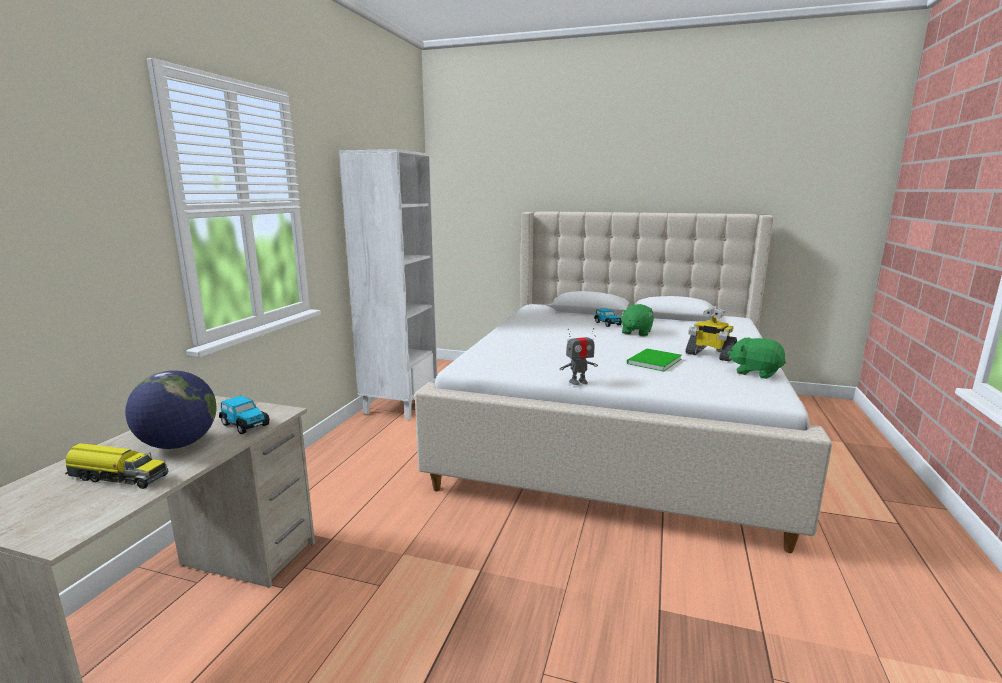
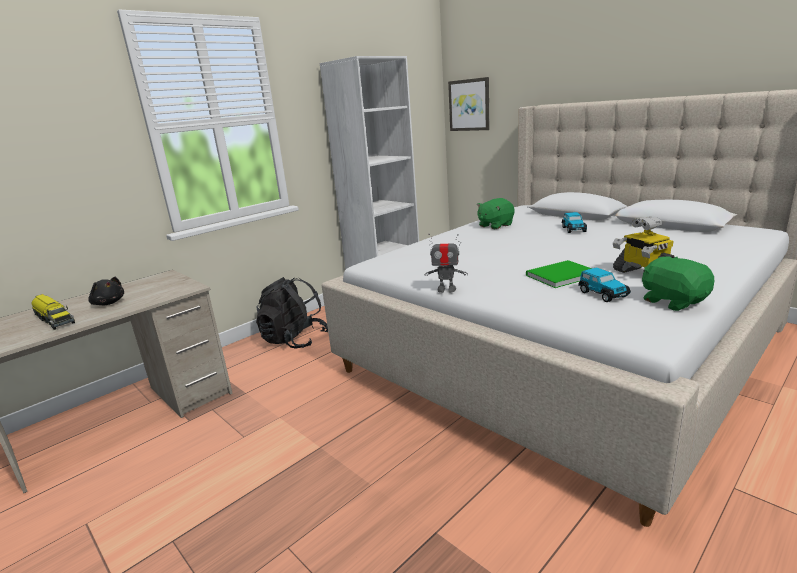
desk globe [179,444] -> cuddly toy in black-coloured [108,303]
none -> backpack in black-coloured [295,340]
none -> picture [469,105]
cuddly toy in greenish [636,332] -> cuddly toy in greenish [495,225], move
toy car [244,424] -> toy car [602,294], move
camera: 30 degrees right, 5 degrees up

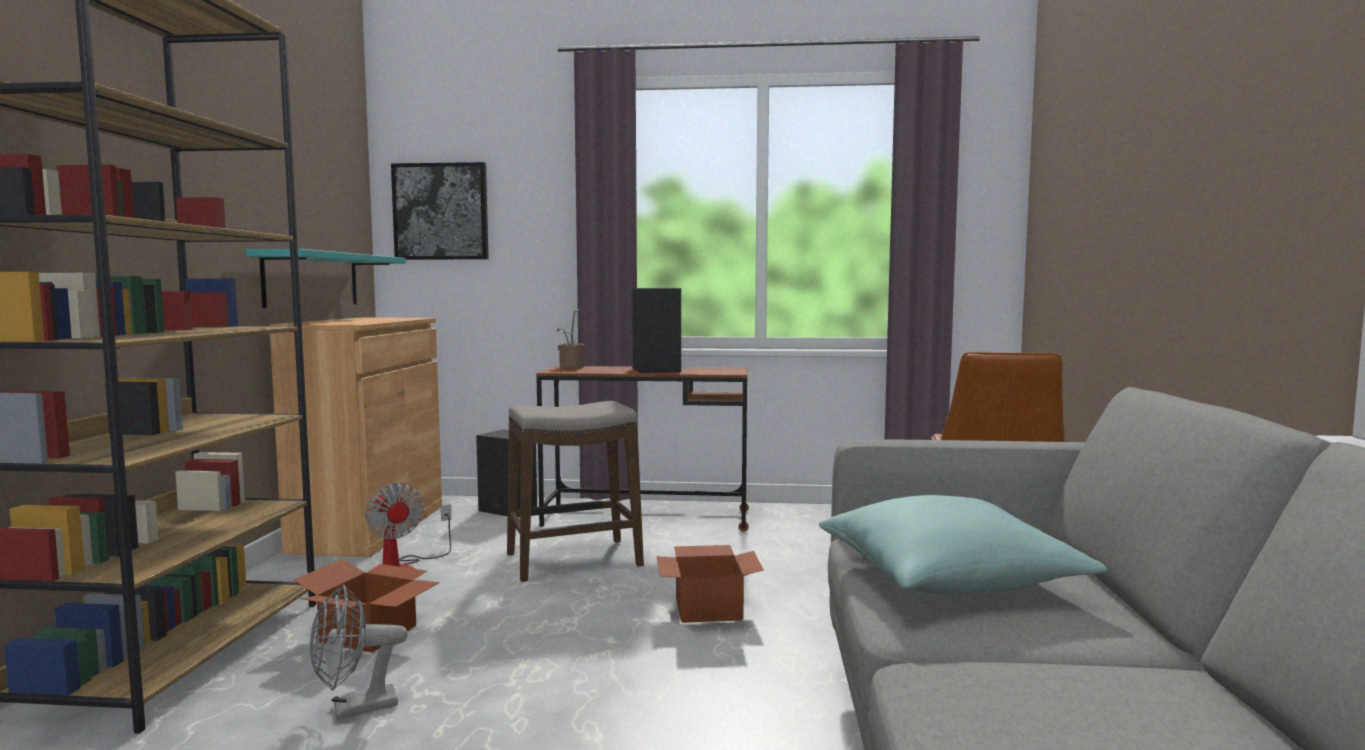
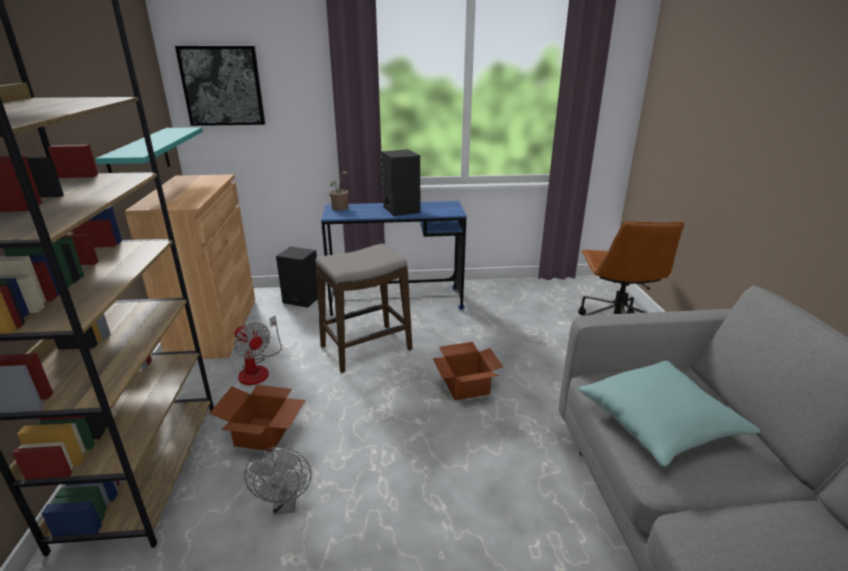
cooling fan in greyish [354,709] -> cooling fan in greyish [286,504], 60 degrees counterclockwise
desk in brownish [646,518] -> desk in blue [396,301]
camera: 10 degrees left, 20 degrees up

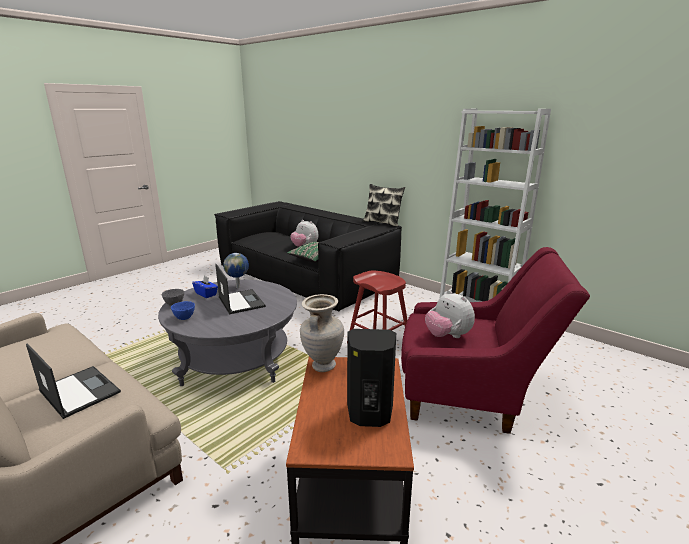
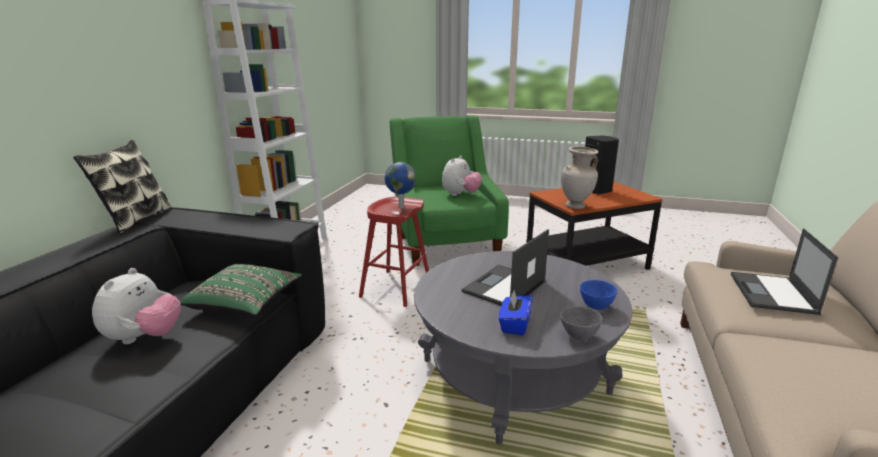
desk globe [238,287] -> desk globe [400,207], move
easy chair in red [471,395] -> easy chair in greenish [446,242]
camera: 115 degrees left, 0 degrees up

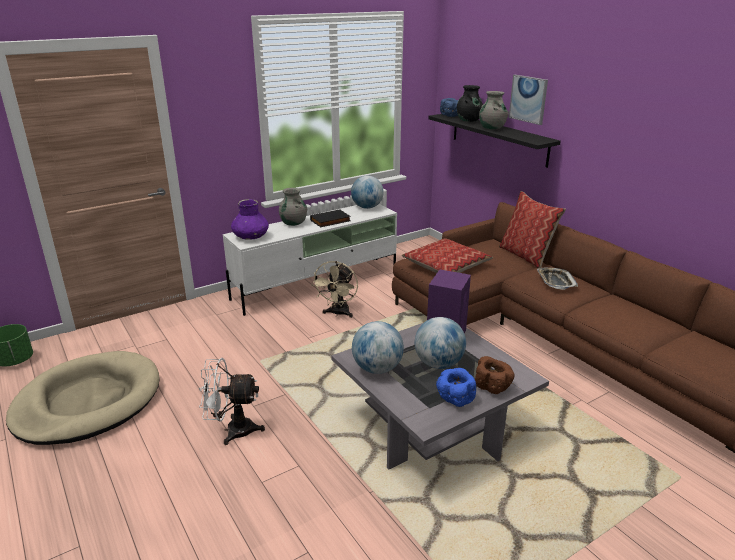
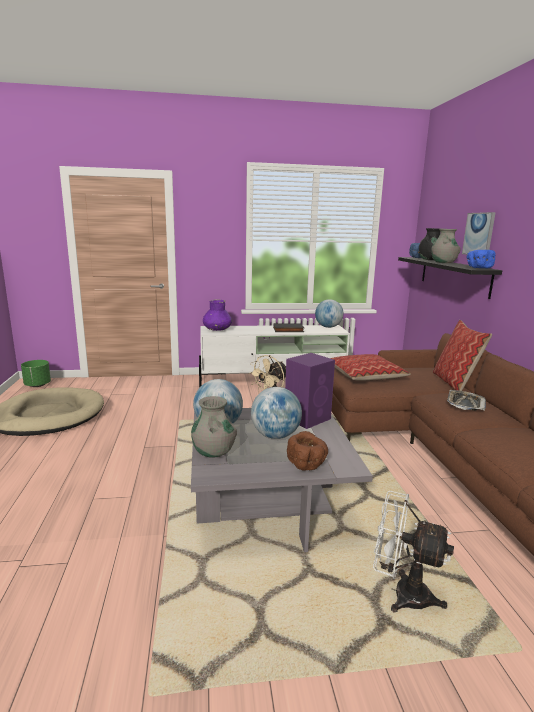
flower vase in greyish [293,223] -> flower vase in greyish [213,452], move
cooling fan in whitish [232,430] -> cooling fan in whitish [401,593], move
deep dish in blue [454,399] -> deep dish in blue [478,268], move
camera: 25 degrees right, 10 degrees down

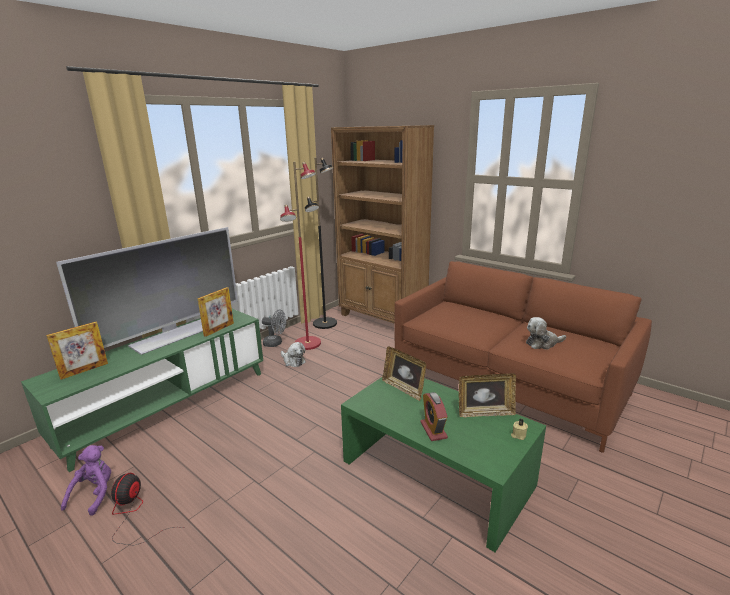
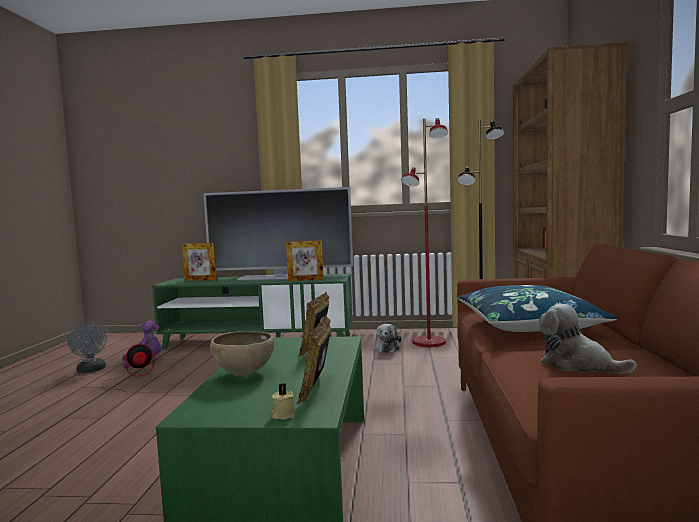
cooling fan in greyish [275,343] -> cooling fan in greyish [91,370], move
bedside clock [433,430] -> deep dish in brownish [244,374]
photo frame [485,413] -> photo frame [317,388], 45 degrees clockwise
none -> throw pillow in blue [528,325]
camera: 55 degrees right, 15 degrees down

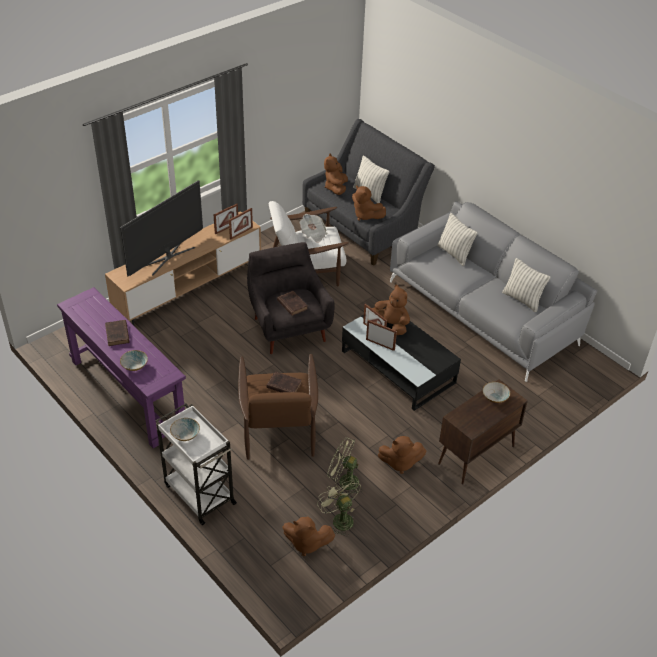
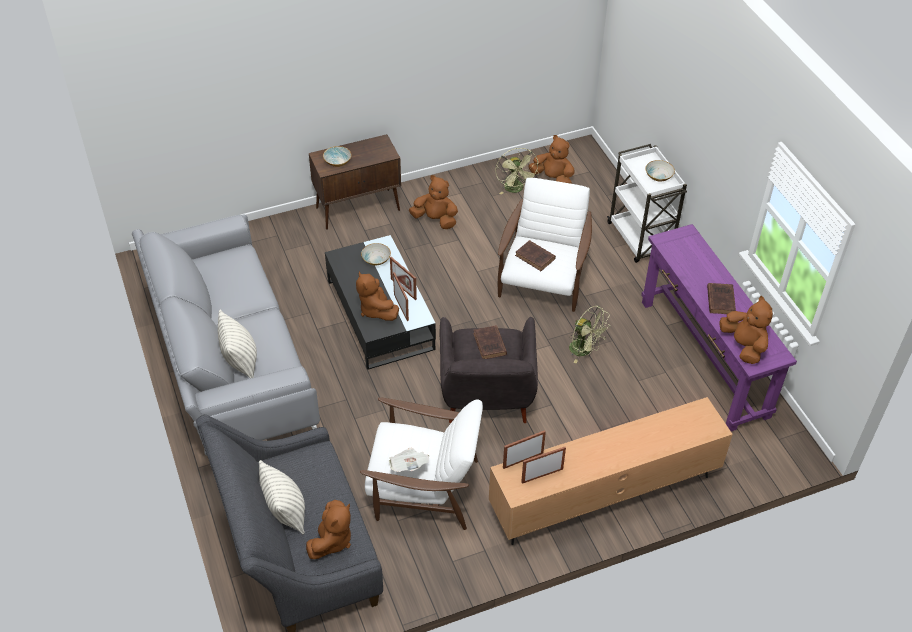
deep dish [135,365] -> deep dish [375,259], move
easy chair in brownish [278,428] -> easy chair in whitish [543,280]
cooling fan in greenish [344,481] -> cooling fan in greenish [585,350], move
cuddly toy in brownish [365,215] -> cuddly toy in brownish [743,346], move
TV [167,257] -> none
throw pillow [522,300] -> none
camera: 160 degrees left, 5 degrees up

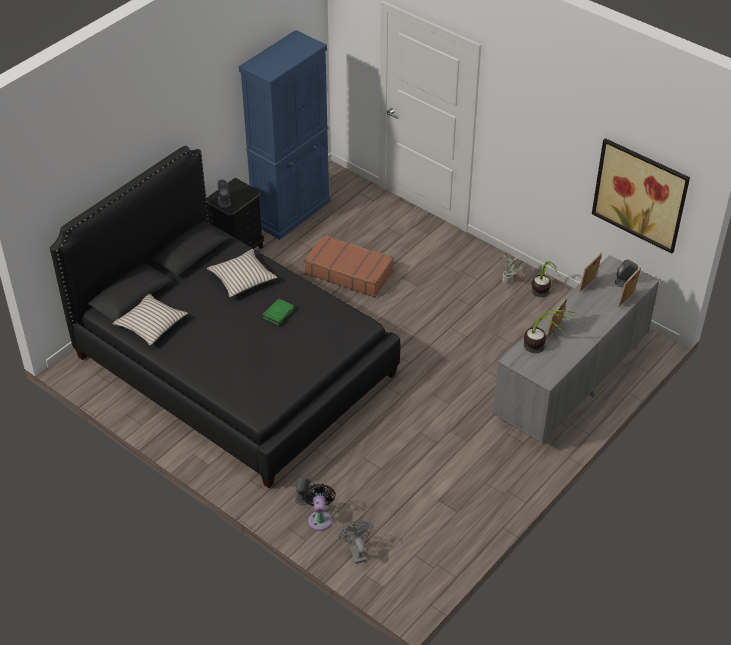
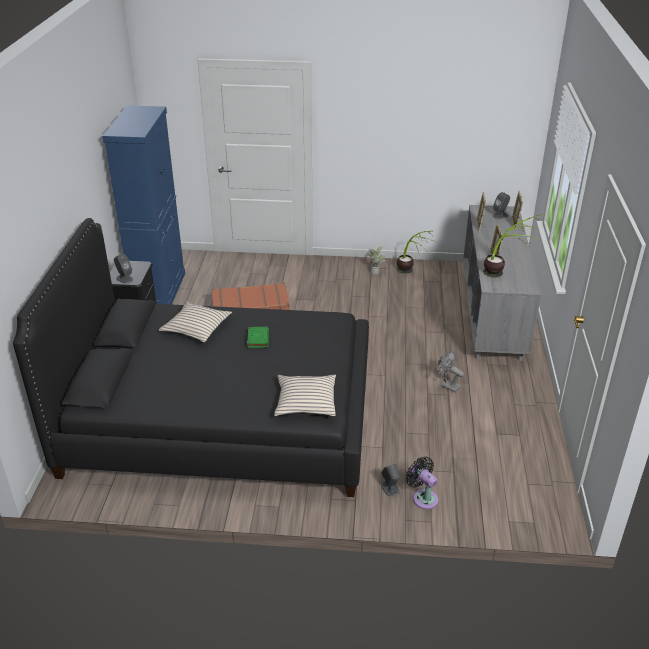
throw pillow in sand-coloured [150,324] -> throw pillow in sand-coloured [305,402], move
cooling fan in greyish [356,551] -> cooling fan in greyish [446,385], move
picture [640,195] -> none
camera: 35 degrees left, 10 degrees down

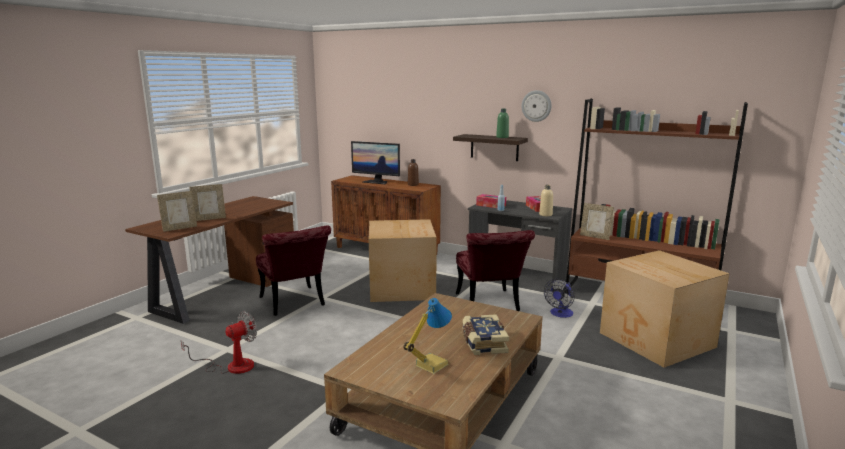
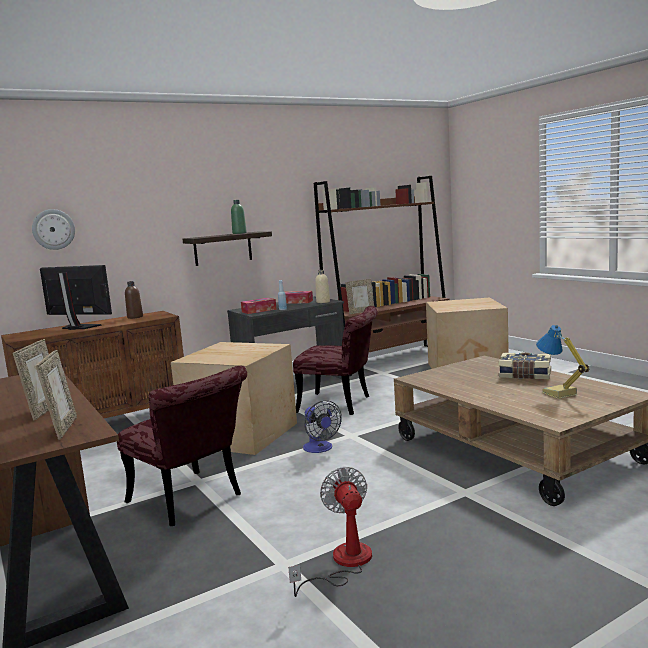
wall clock [536,106] -> wall clock [53,229], move
computer display [376,182] -> computer display [78,327], 120 degrees counterclockwise
chair in red [295,304] -> chair in red [191,501], 45 degrees clockwise
cooling fan [560,314] -> cooling fan [320,449], move
camera: 60 degrees left, 5 degrees down

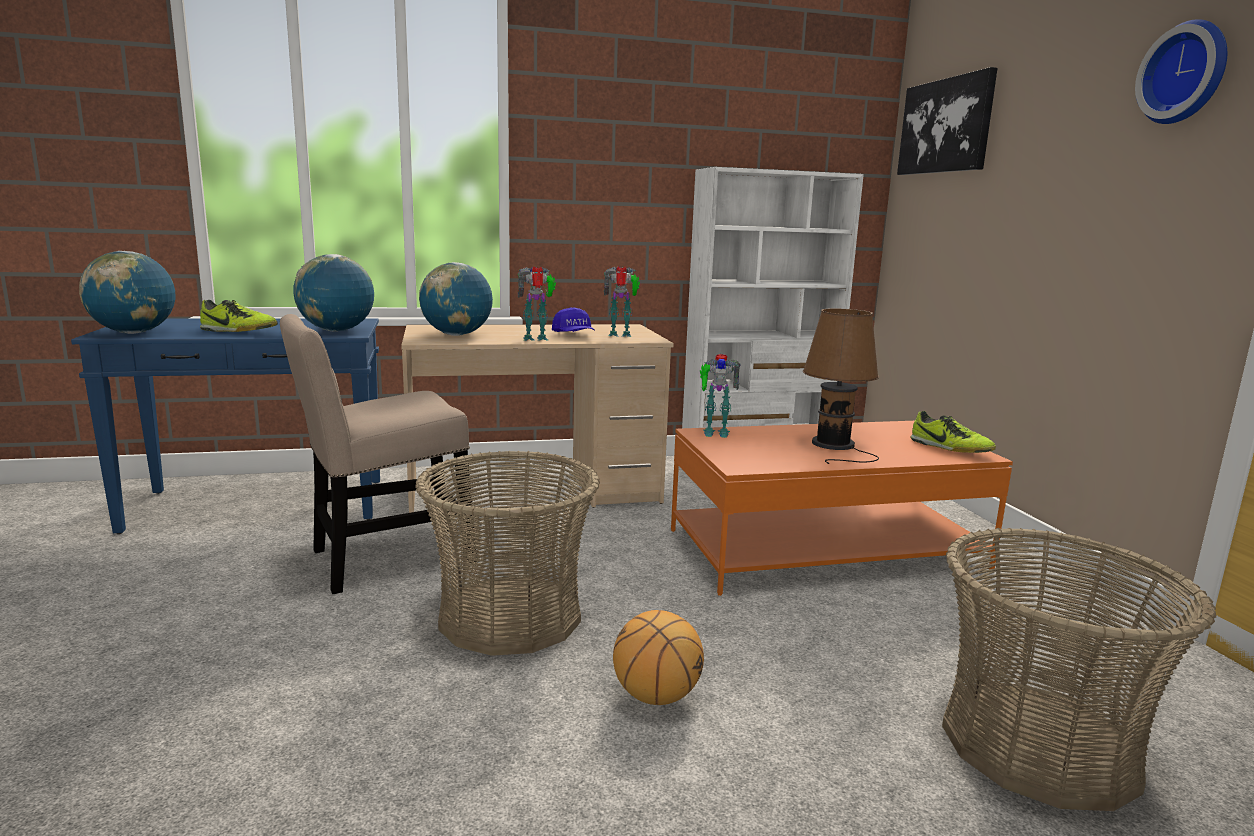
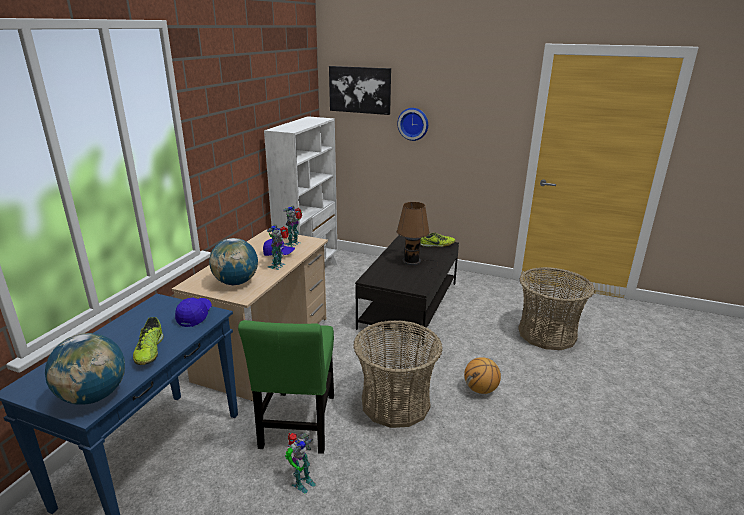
item of footwear [238,332] -> item of footwear [149,351], 120 degrees clockwise
desk globe [337,331] -> baseball cap in blue [194,316]
chair in sand-coloured [384,559] -> chair in greenish [298,425]
toy robot [714,432] -> toy robot [301,483], move
lounge table in orange-coloured [824,550] -> lounge table in black-coloured [409,305]
wall clock [1187,73] -> wall clock [413,123], move
camera: 55 degrees left, 10 degrees up

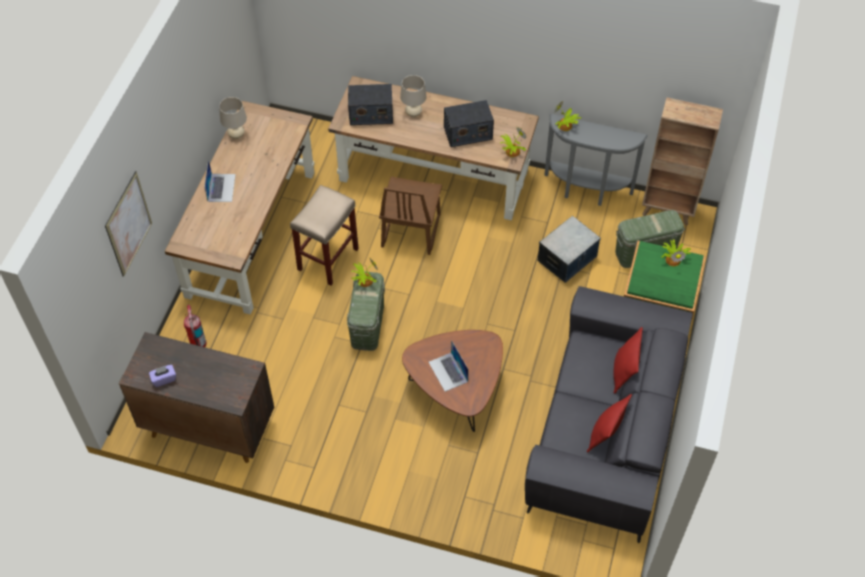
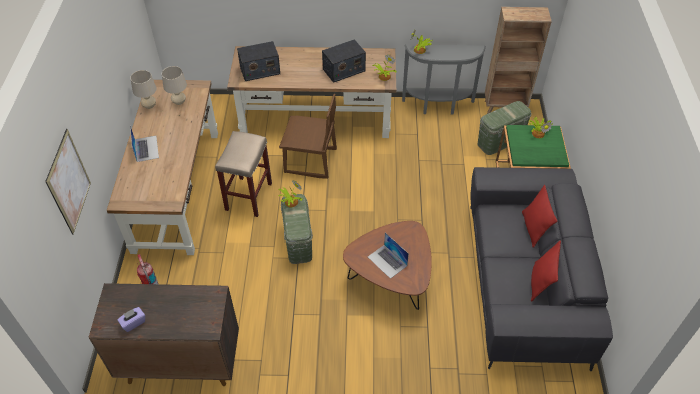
lamp for a table in sand-coloured [413,114] -> lamp for a table in sand-coloured [179,102], move
chair in brownish [410,231] -> chair in brownish [310,161], 75 degrees counterclockwise
storage box [567,259] -> none
camera: 15 degrees left, 5 degrees down

